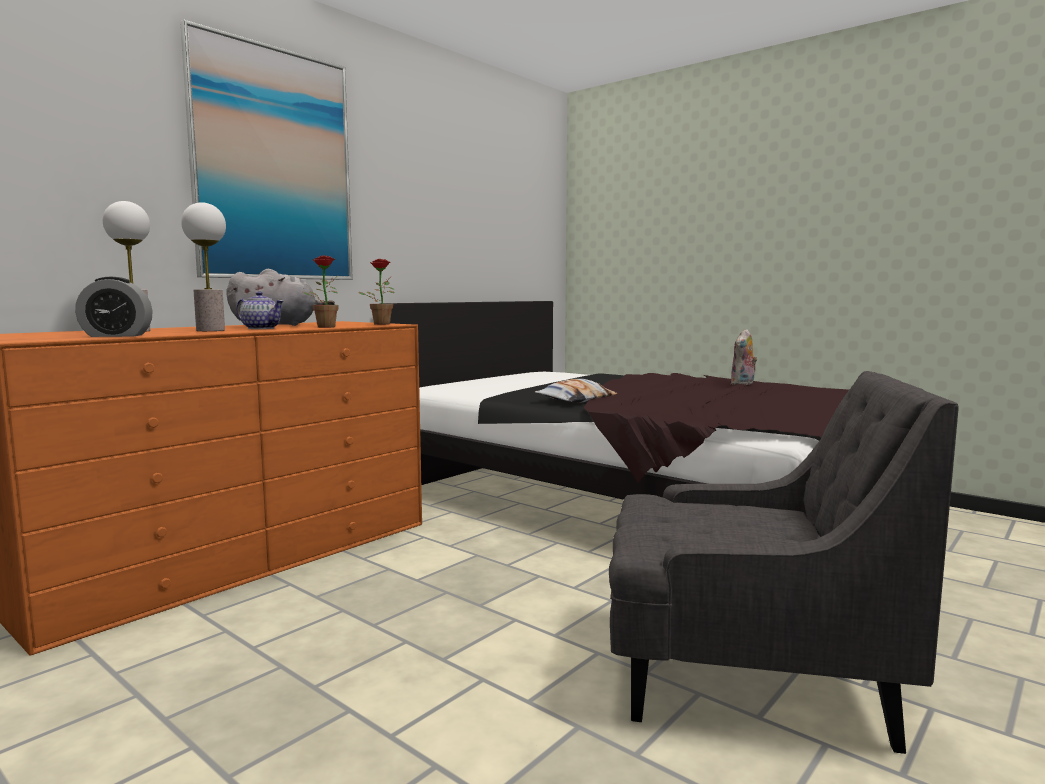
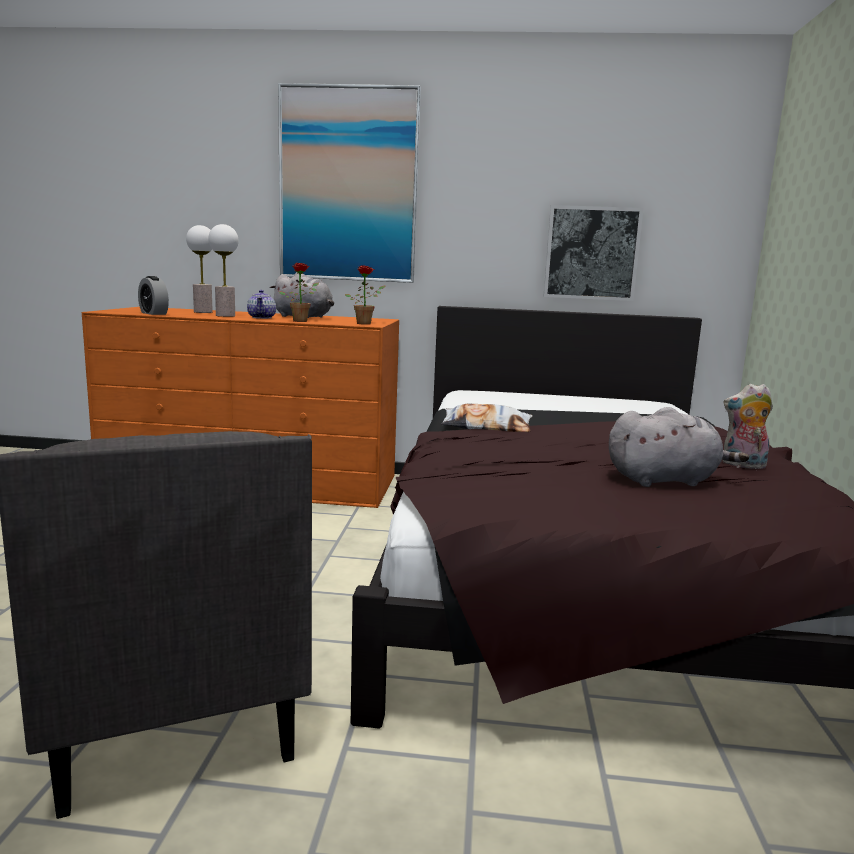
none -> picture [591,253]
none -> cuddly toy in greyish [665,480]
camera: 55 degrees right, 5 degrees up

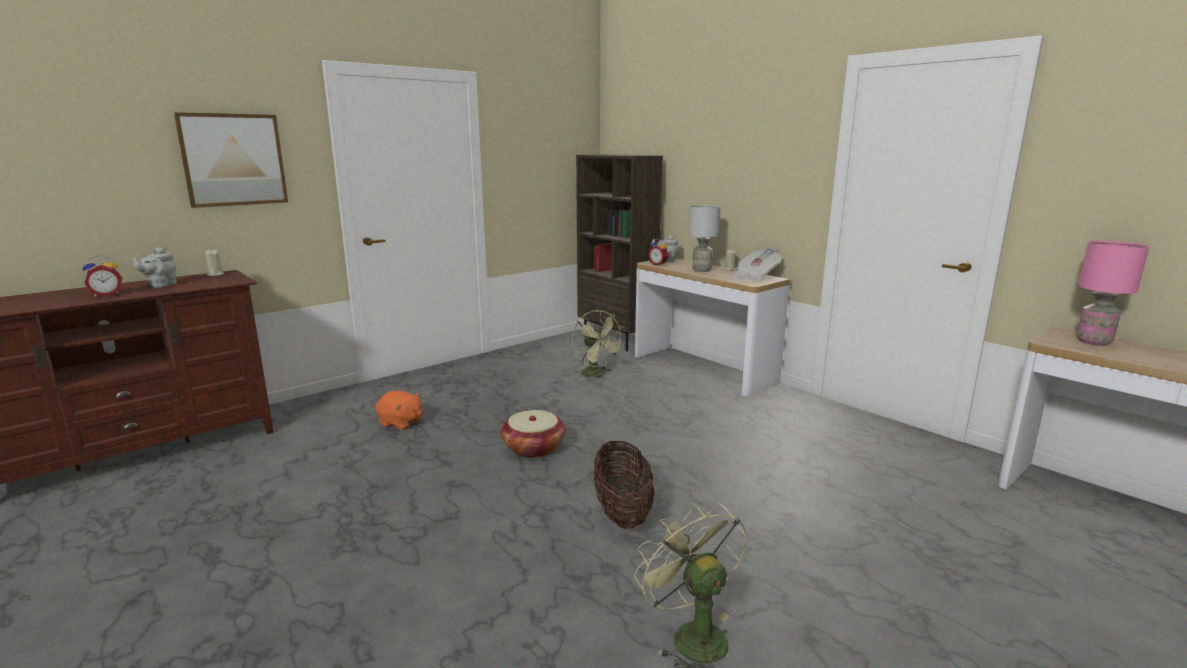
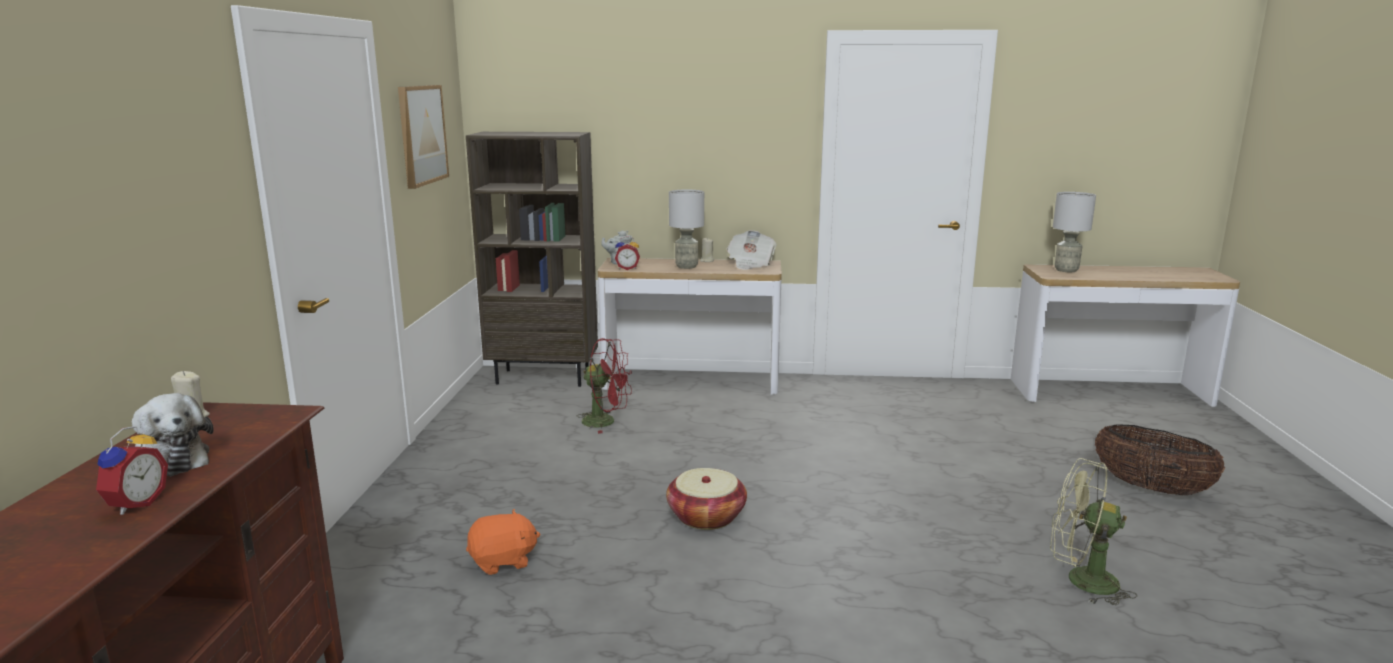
teapot in greyish [160,285] -> cuddly toy [170,460]
picture [233,160] -> picture [421,134], move
cooling fan in greenish [597,375] -> cooling fan in red [606,422]
lamp for a table in pinkish [1093,342] -> lamp for a table in greyish [1066,270]
basket [622,513] -> basket [1151,488], move
camera: 45 degrees left, 0 degrees up

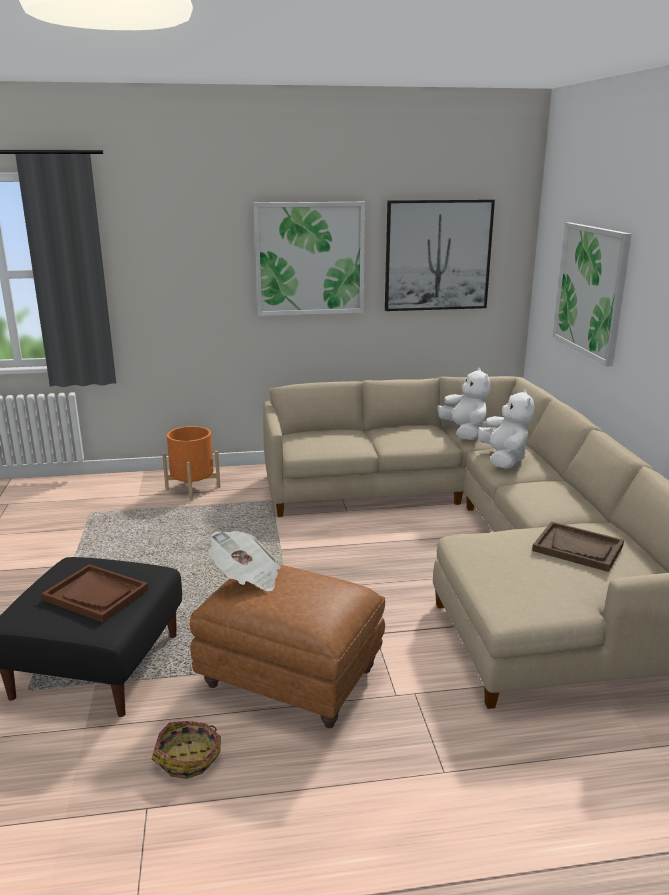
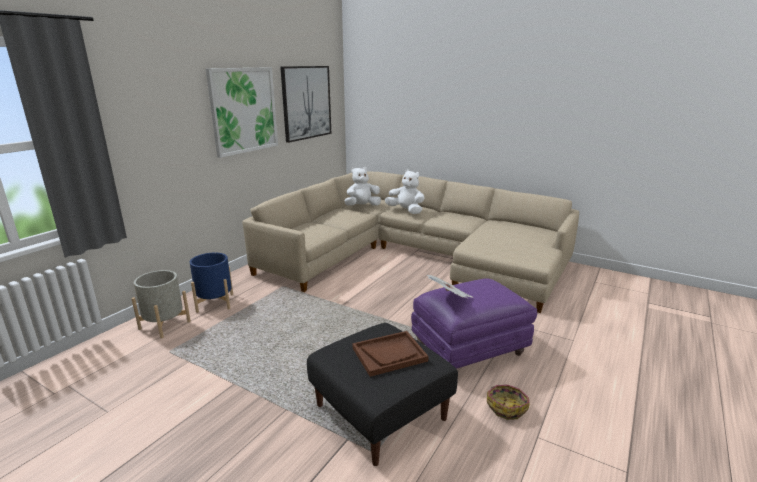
none -> flower pot in greyish [164,325]
flower pot in orange-coloured [193,488] -> flower pot in blue [215,303]
cuddly toy in whitish [464,432] -> cuddly toy in whitish [362,206], 45 degrees counterclockwise
pouffe in brownish [292,679] -> pouffe in purplish [469,349]
tray in brownish [578,548] -> none
picture [591,291] -> none
camera: 50 degrees left, 0 degrees up

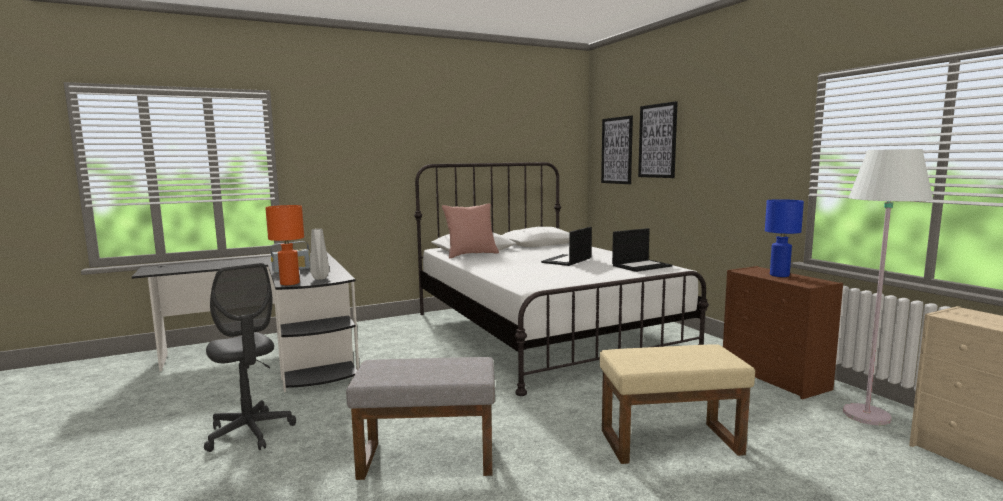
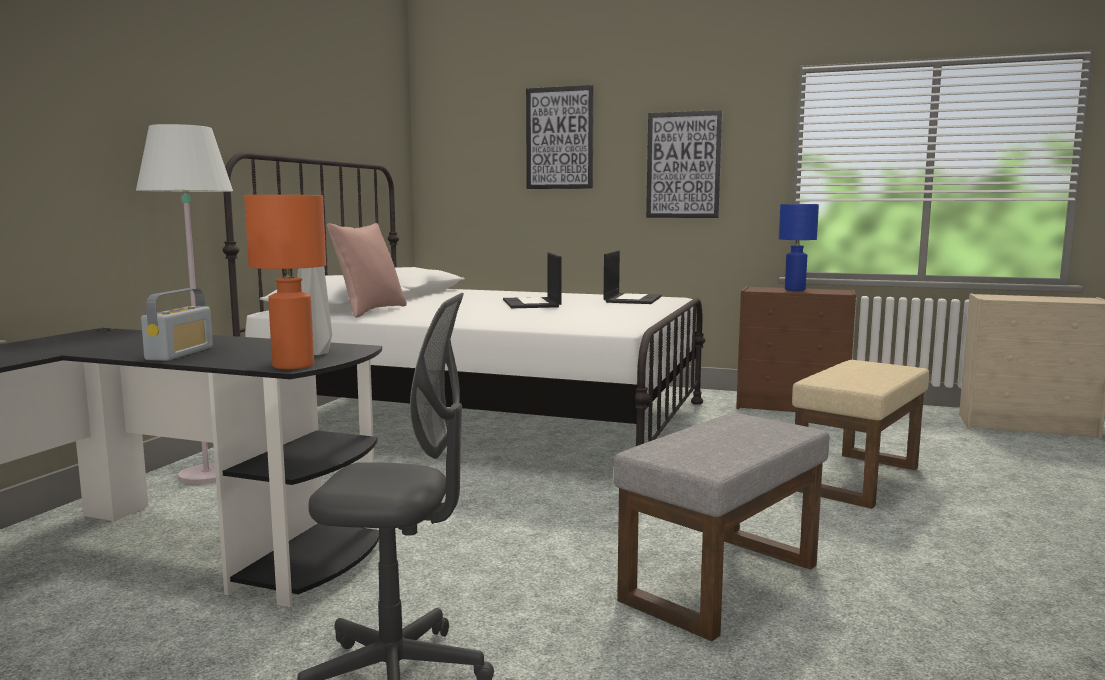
standard lamp in whitish [866,415] -> standard lamp in whitish [206,475], move
picture [617,150] -> picture [683,165], move
camera: 45 degrees left, 0 degrees up

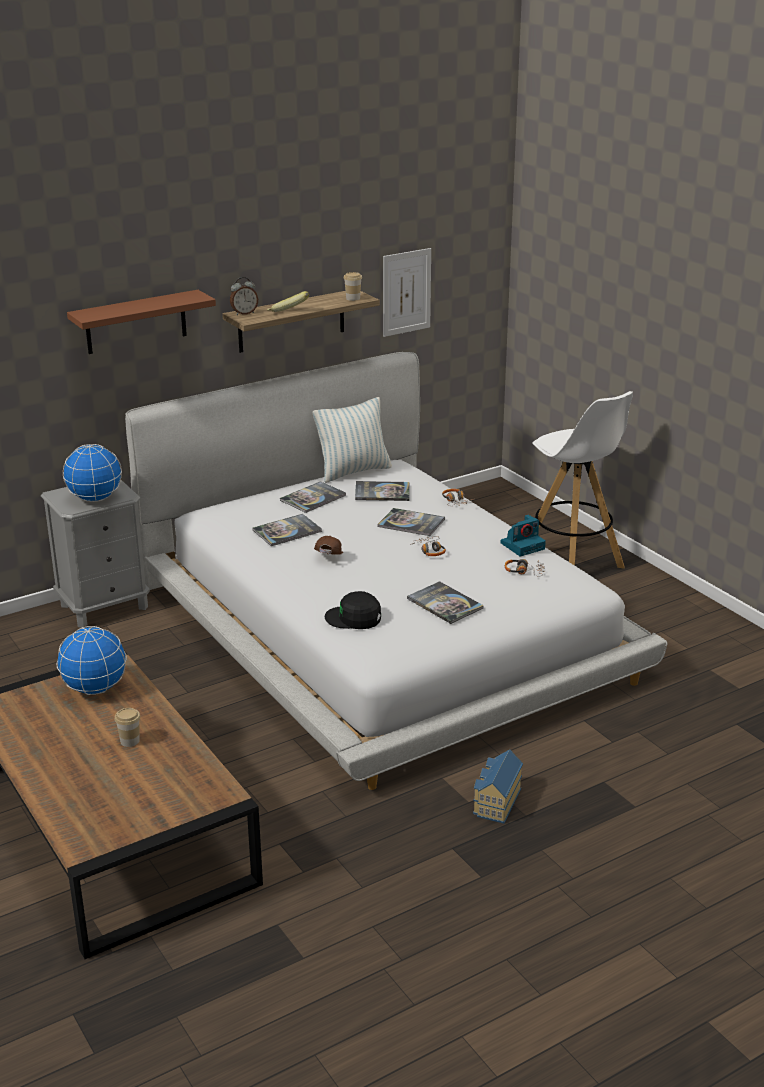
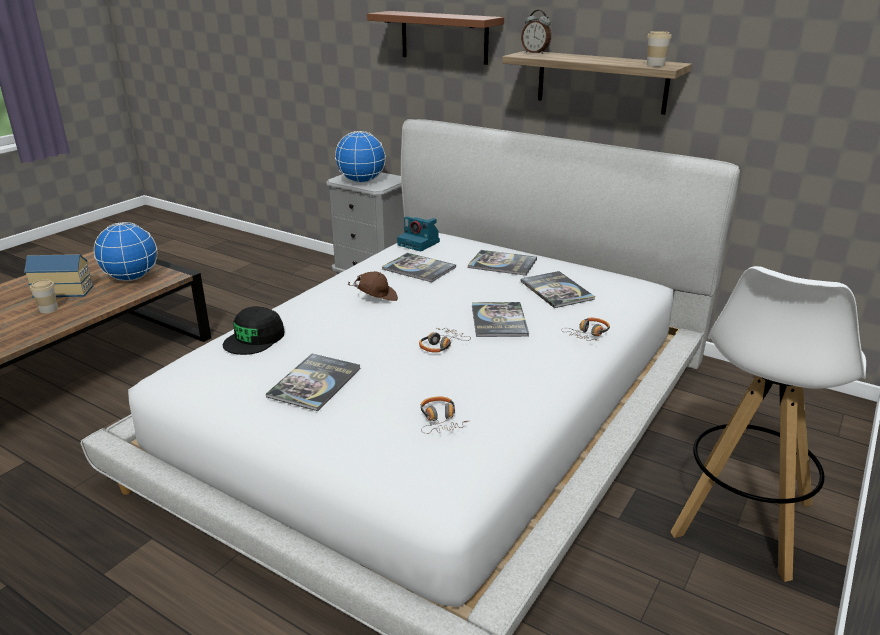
toy house [495,802] -> toy house [64,290], move
baseball cap in black-coloured [354,618] -> baseball cap in black-coloured [255,339], 135 degrees counterclockwise
still camera [523,545] -> still camera [419,243], move
whole banana [288,313] -> none
throw pillow [353,471] -> none
picture [406,292] -> none
camera: 65 degrees right, 0 degrees up

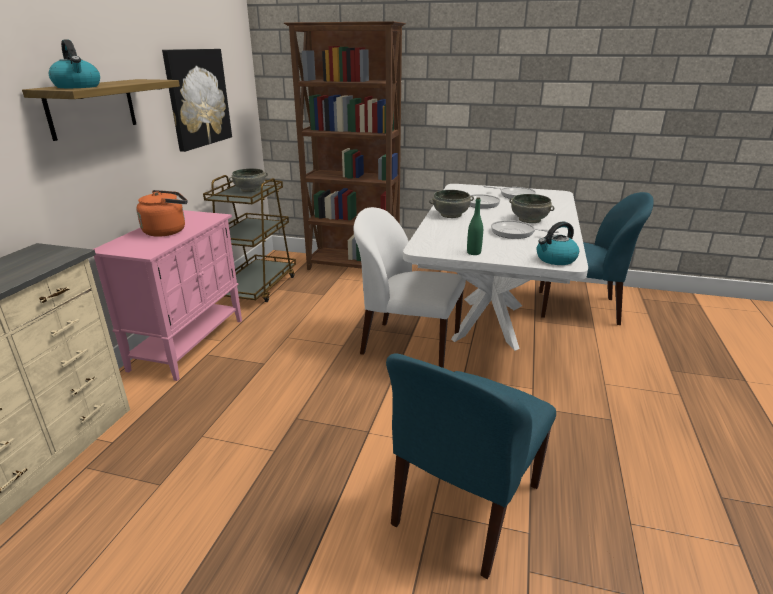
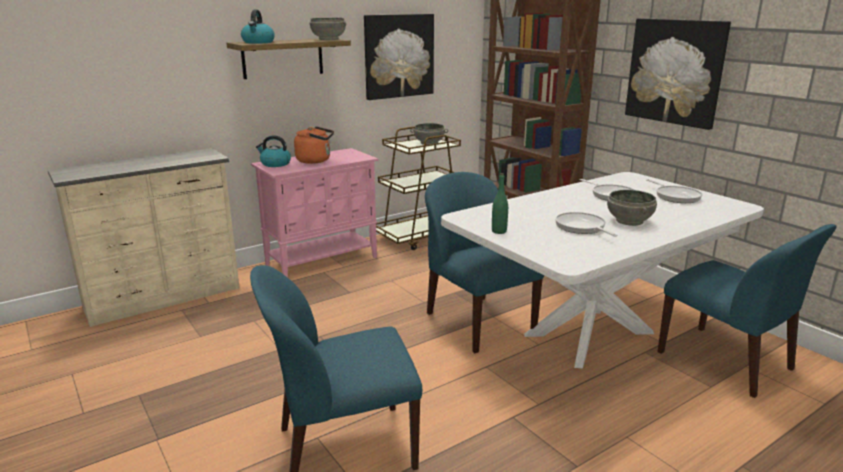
tea kettle [555,259] -> tea kettle [275,164], move
deep dish in greyish [450,215] -> deep dish in greyish [329,39], move
chair in whitish [408,345] -> chair in blue [478,322]
none -> picture [675,72]
camera: 40 degrees right, 5 degrees down

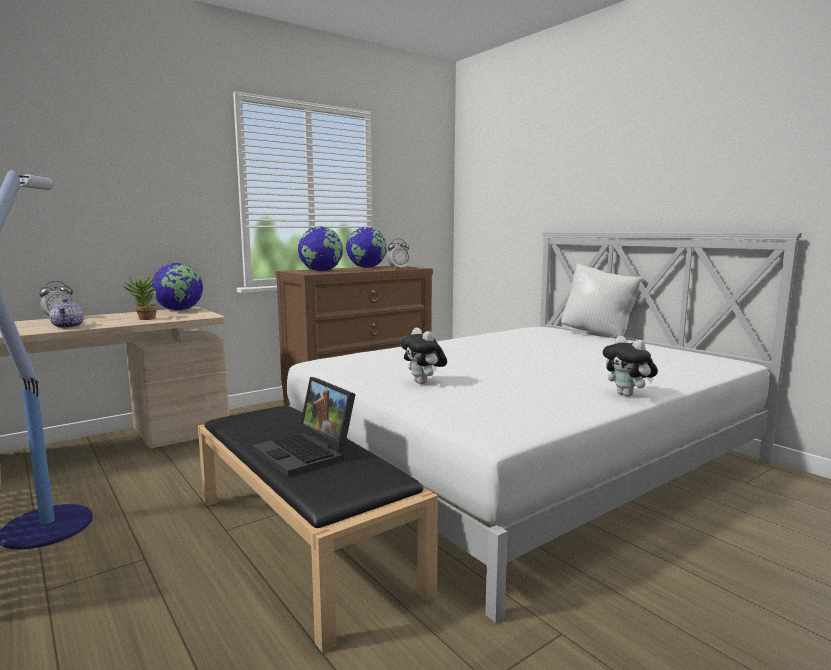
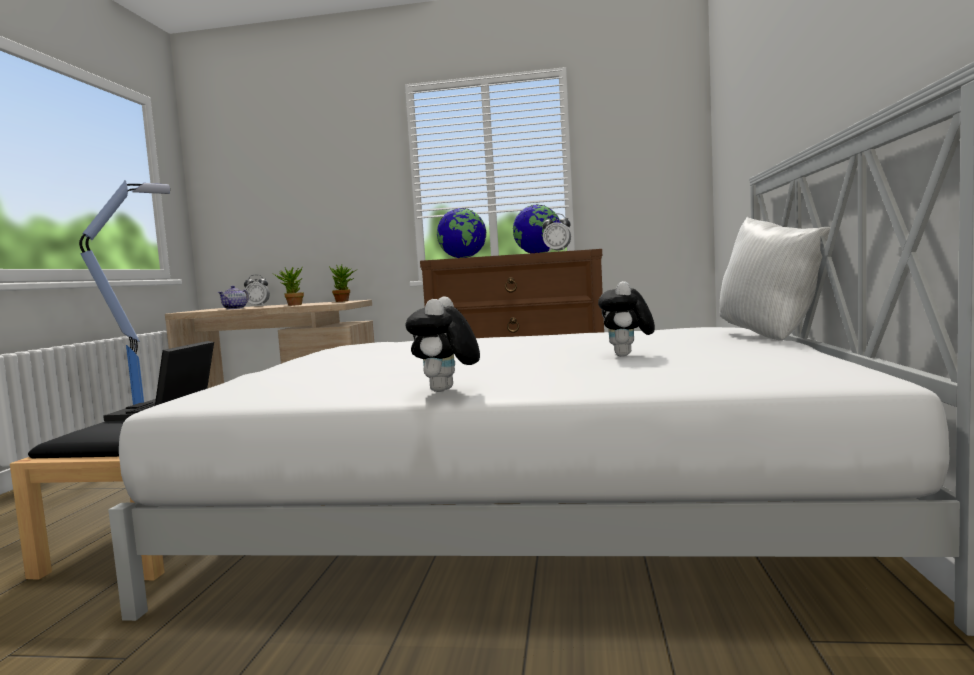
desk globe [179,310] -> plant in a pot [344,301]
cuddly toy [424,383] -> cuddly toy [627,356], move
camera: 45 degrees right, 5 degrees down

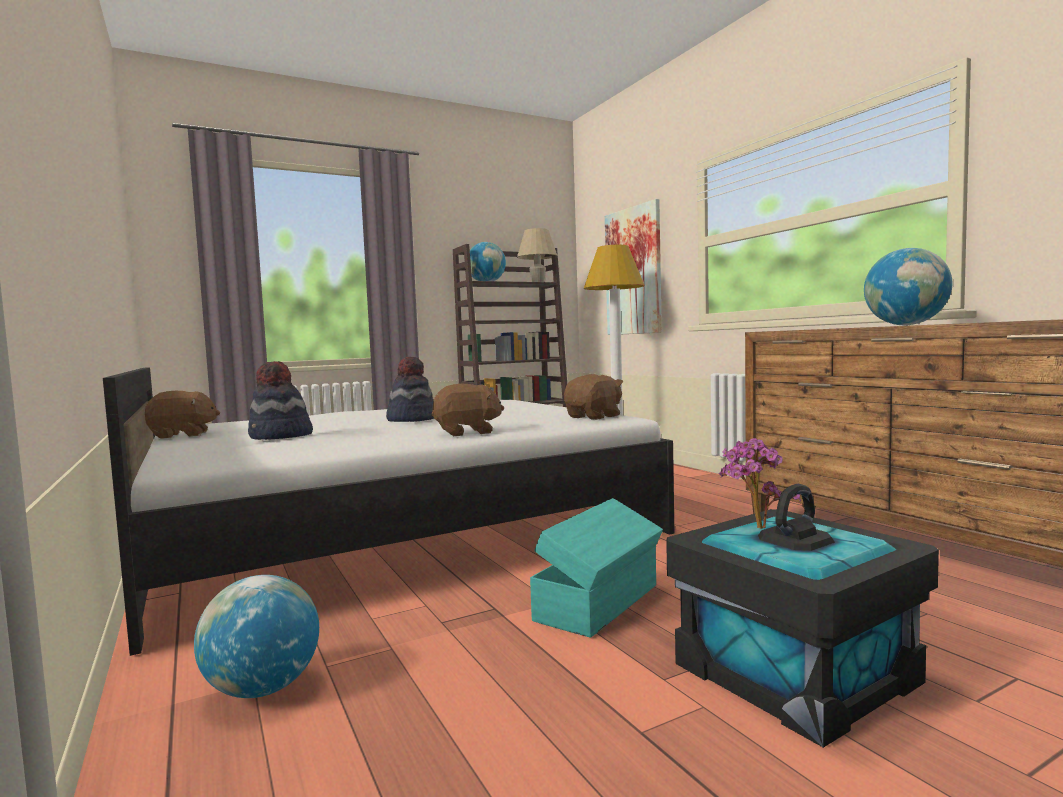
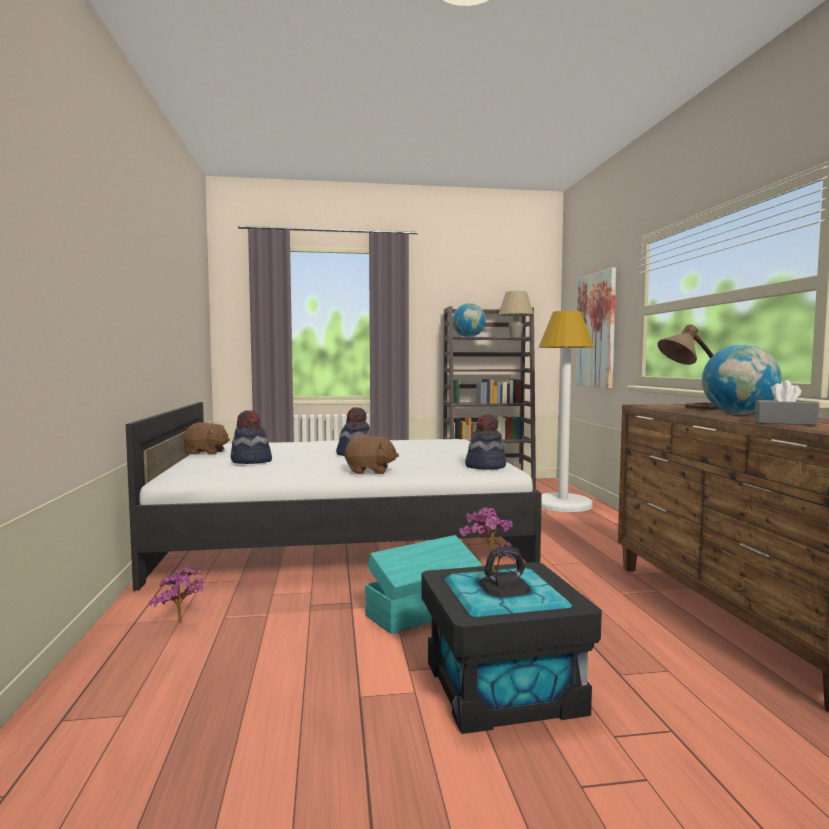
desk globe [262,689] -> plant in a pot [182,624]
cuddly toy in brownish [594,417] -> hat [485,466]
none -> lamp for a table [692,409]
none -> box of tissues in greyish [784,423]
camera: 20 degrees right, 0 degrees up

